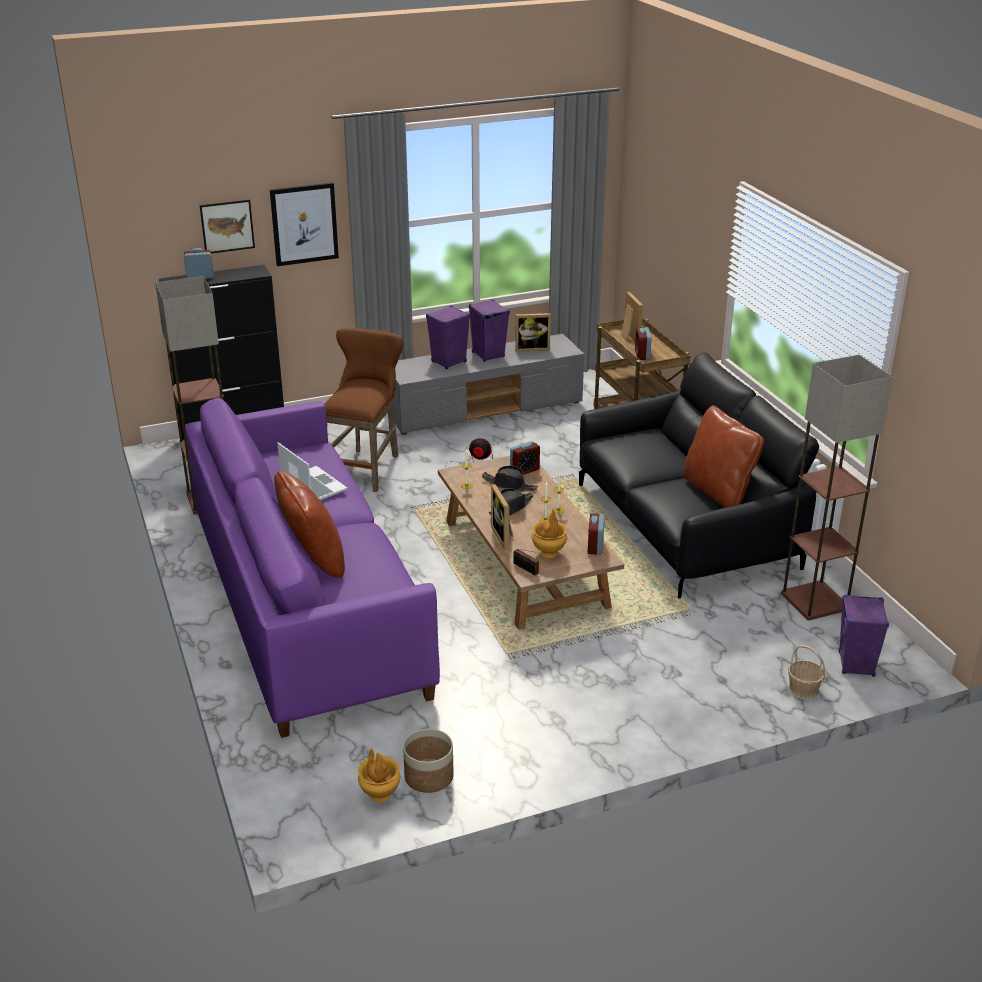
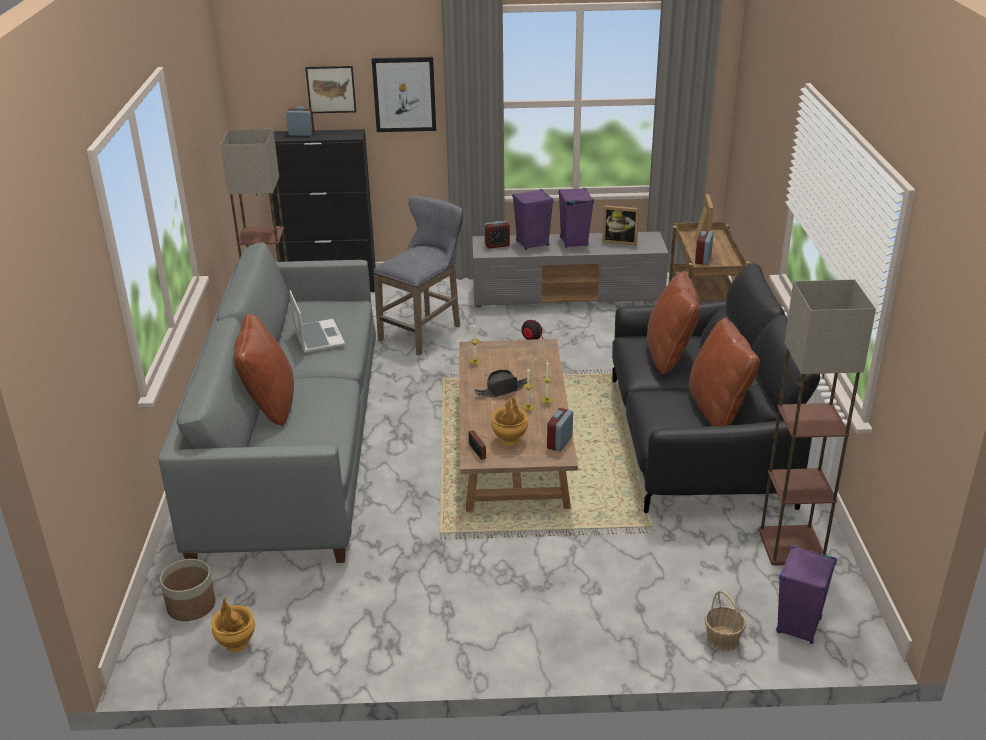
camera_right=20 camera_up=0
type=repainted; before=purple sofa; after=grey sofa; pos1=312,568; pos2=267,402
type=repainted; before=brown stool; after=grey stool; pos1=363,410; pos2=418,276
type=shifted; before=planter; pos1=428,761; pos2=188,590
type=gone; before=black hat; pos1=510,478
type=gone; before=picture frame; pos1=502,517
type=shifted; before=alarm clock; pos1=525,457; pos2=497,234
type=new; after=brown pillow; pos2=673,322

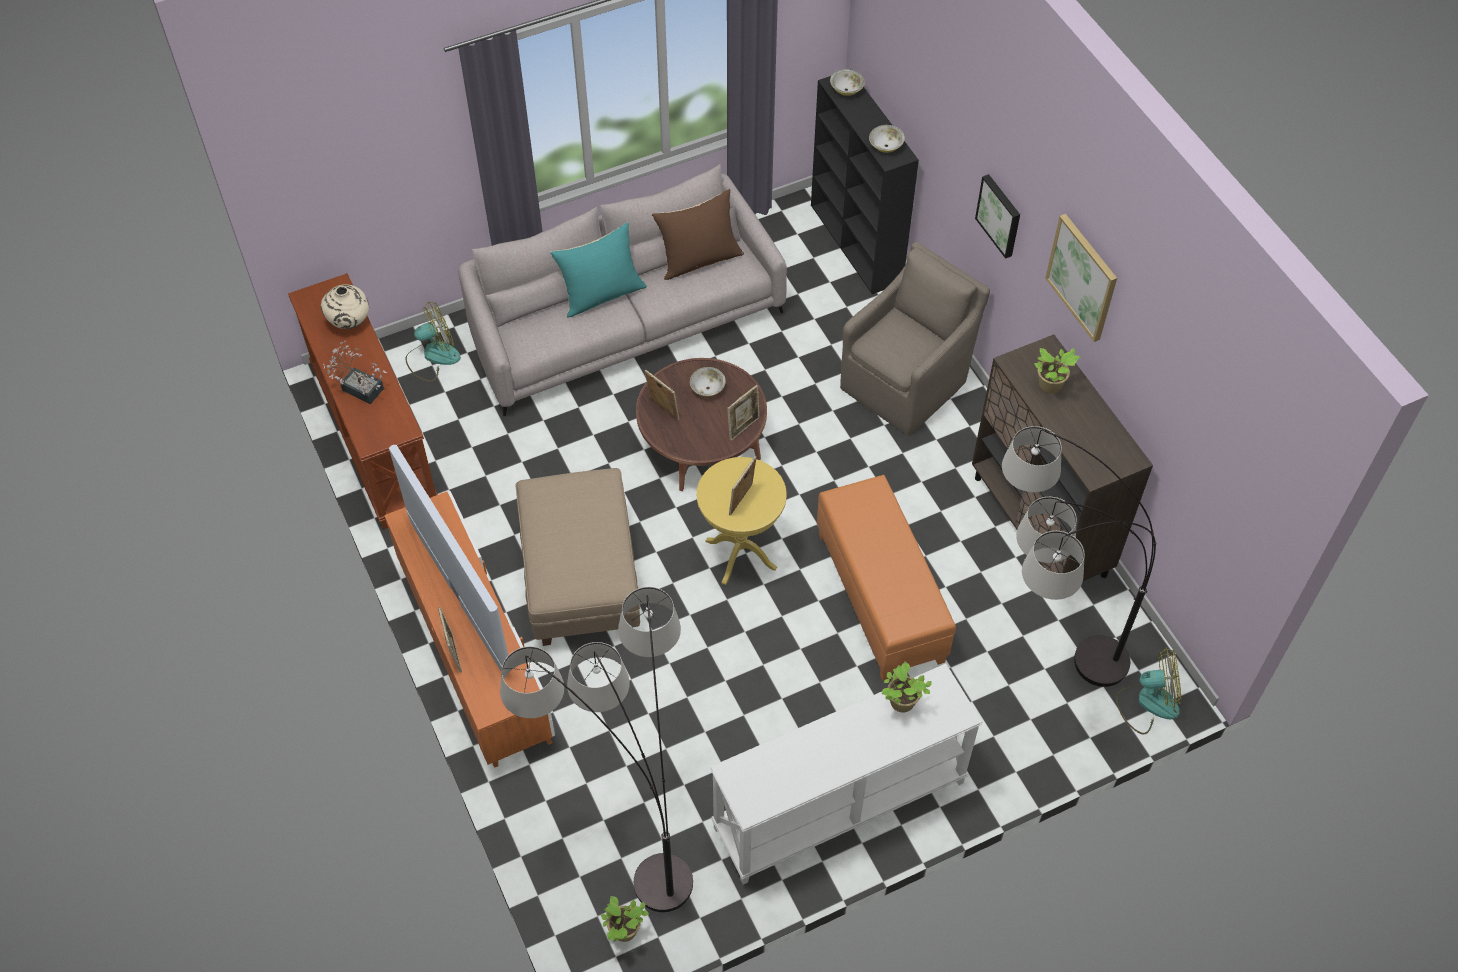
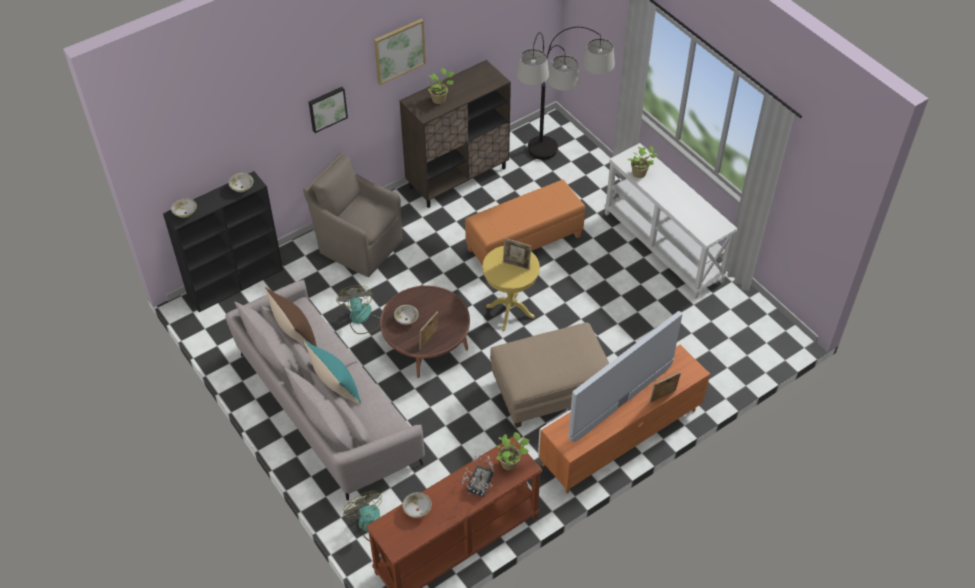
camera_right=-100 camera_up=-5
type=swapped; before=beige vase; after=bowl; pos1=345,306; pos2=417,505
type=gone; before=floor lamp; pos1=596,749
type=shifted; before=potted plant; pos1=625,919; pos2=512,451
type=gone; before=picture frame; pos1=743,413
type=shifted; before=fan; pos1=1148,690; pos2=358,310

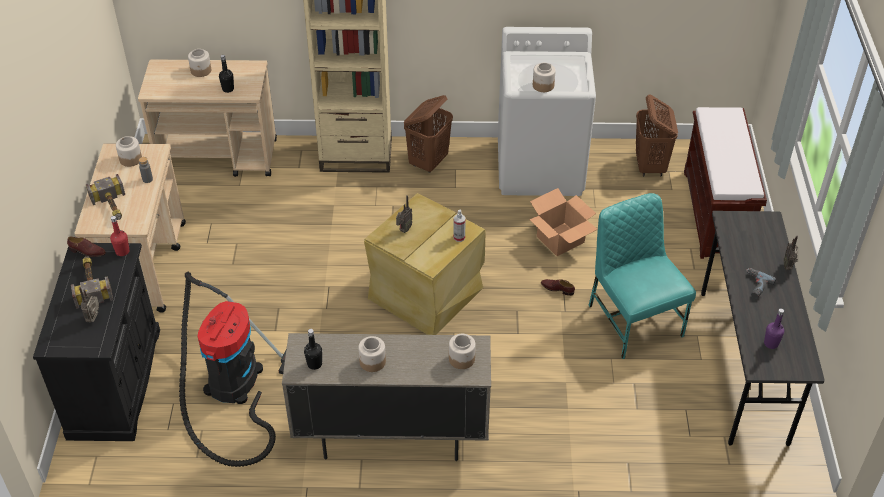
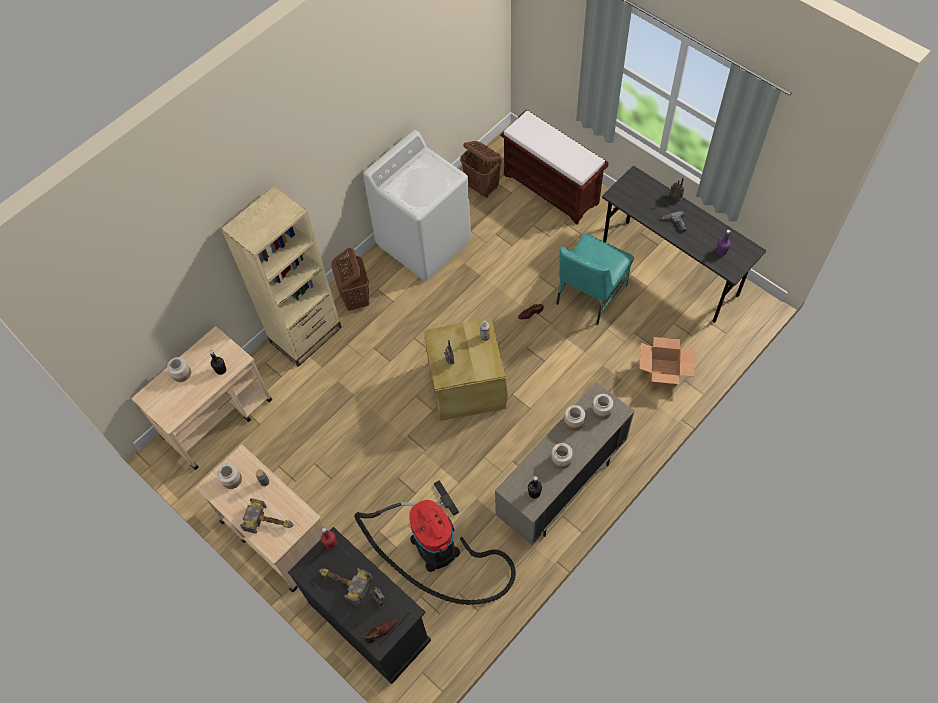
camera_right=-45 camera_up=15
type=shifted; before=brown shoe; pos1=86,247; pos2=380,631
type=shifted; before=cardboard box; pos1=563,222; pos2=667,362
type=shifted; before=jar; pos1=544,77; pos2=574,418
type=rotated; before=turquoise chair; pos1=642,276; pos2=595,279; turn=-75

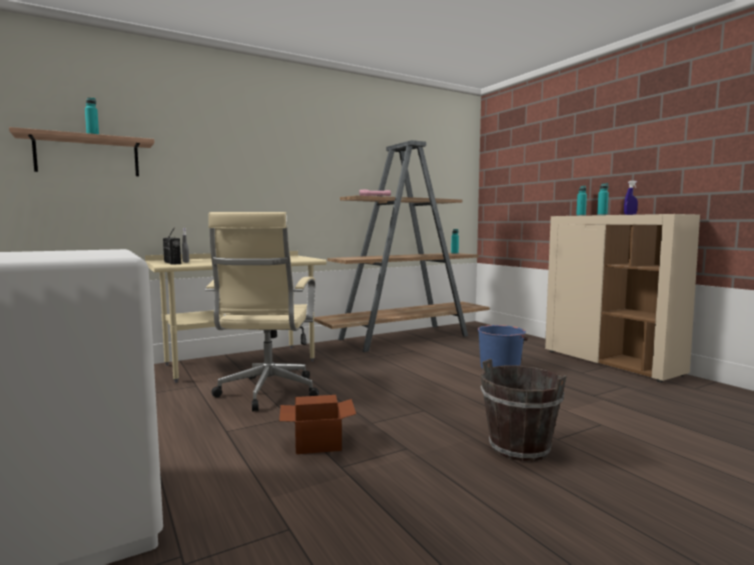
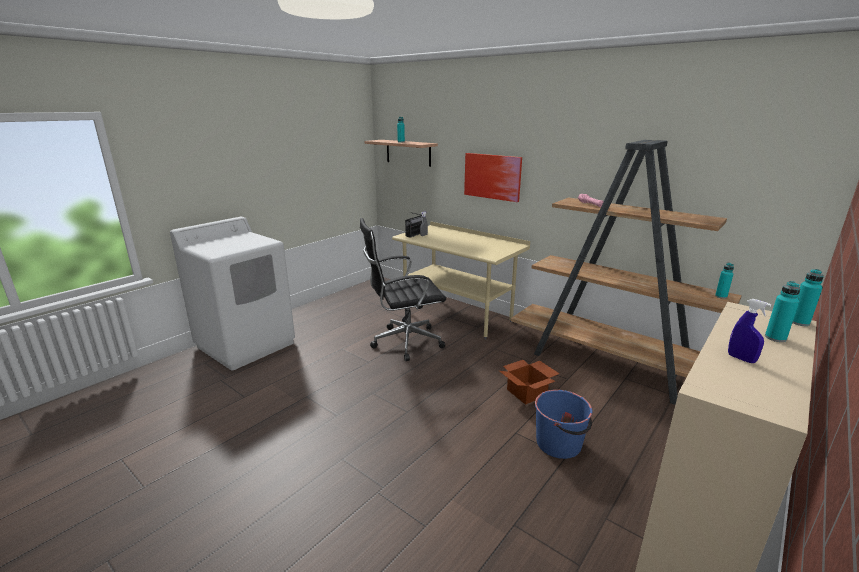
camera_right=70 camera_up=15
type=repainted; before=beige office chair; after=black office chair; pos1=262,312; pos2=403,289
type=shifted; before=cardboard box; pos1=317,424; pos2=529,382
type=gone; before=brown bucket; pos1=523,410
type=new; after=picture; pos2=493,177

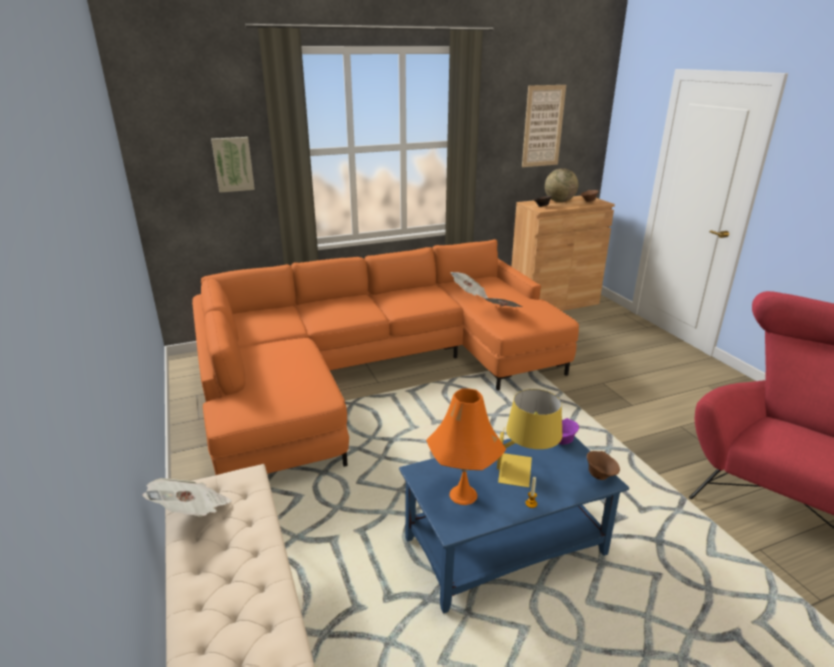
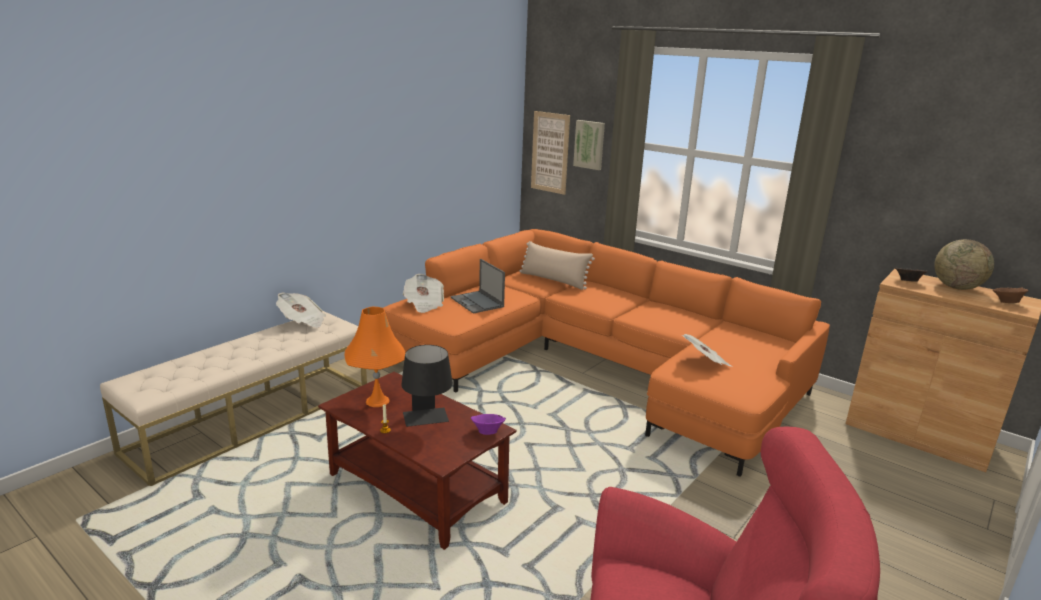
camera_right=60 camera_up=-5
type=repainted; before=blue coffee table; after=brown coffee table; pos1=514,525; pos2=417,461
type=shifted; before=newspaper; pos1=469,285; pos2=423,293
type=repainted; before=yellow table lamp; after=black table lamp; pos1=529,438; pos2=427,386
type=shifted; before=picture; pos1=544,126; pos2=550,153
type=gone; before=brown bowl; pos1=603,465
type=new; after=laptop; pos2=477,286
type=new; after=beige pillow; pos2=557,265

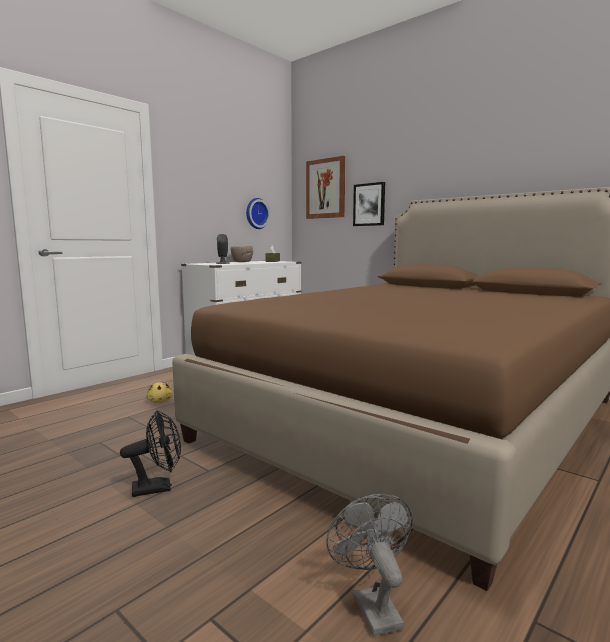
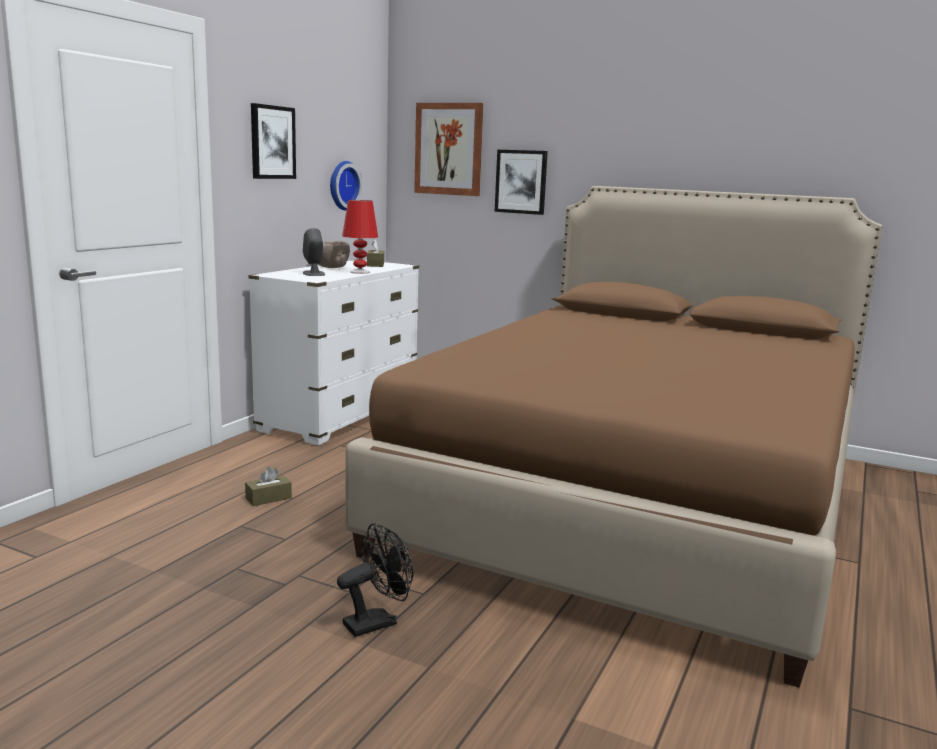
camera_right=-15 camera_up=5
type=swapped; before=yellow plush toy; after=brown tissue box; pos1=159,392; pos2=268,486
type=gone; before=grey fan; pos1=369,565
type=new; after=picture; pos2=273,141
type=new; after=red table lamp; pos2=360,237

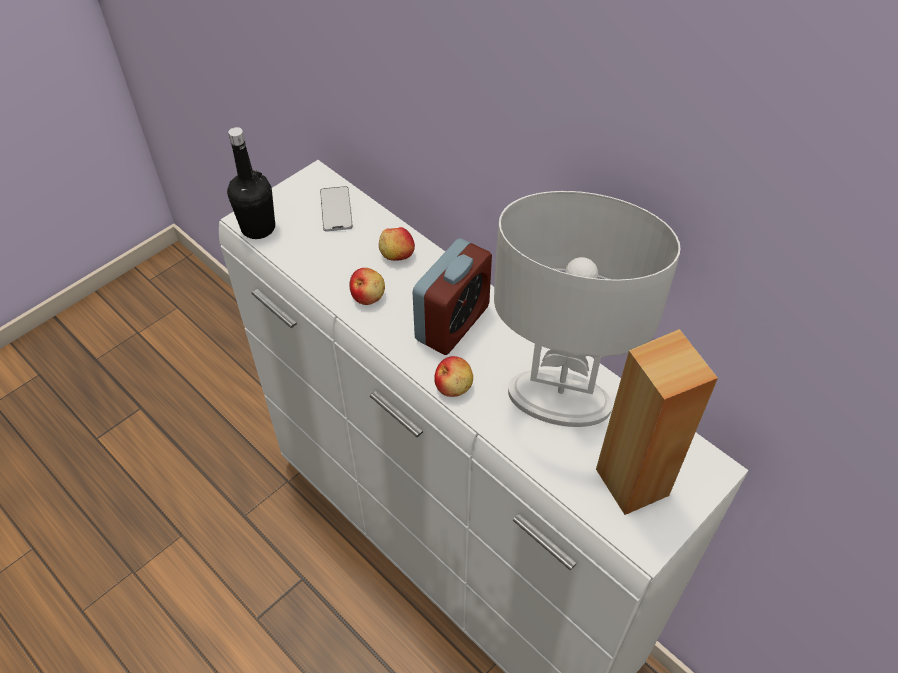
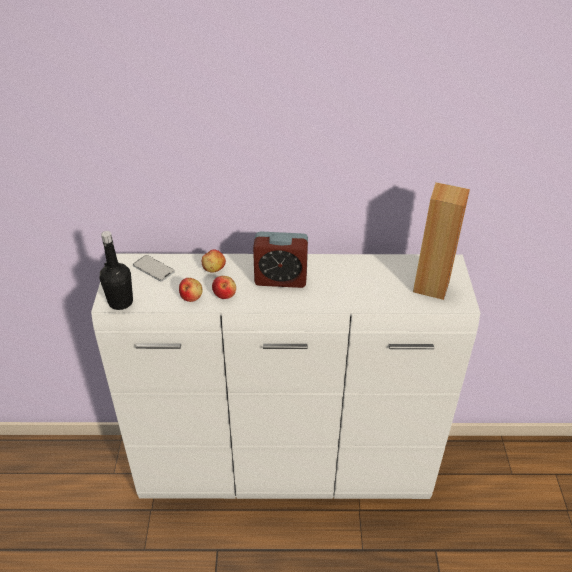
camera_right=-45 camera_up=-10
type=rotated; before=alarm clock; pos1=452,296; pos2=280,260; turn=105
type=shifted; before=apple; pos1=453,376; pos2=191,290
type=gone; before=white table lamp; pos1=587,309

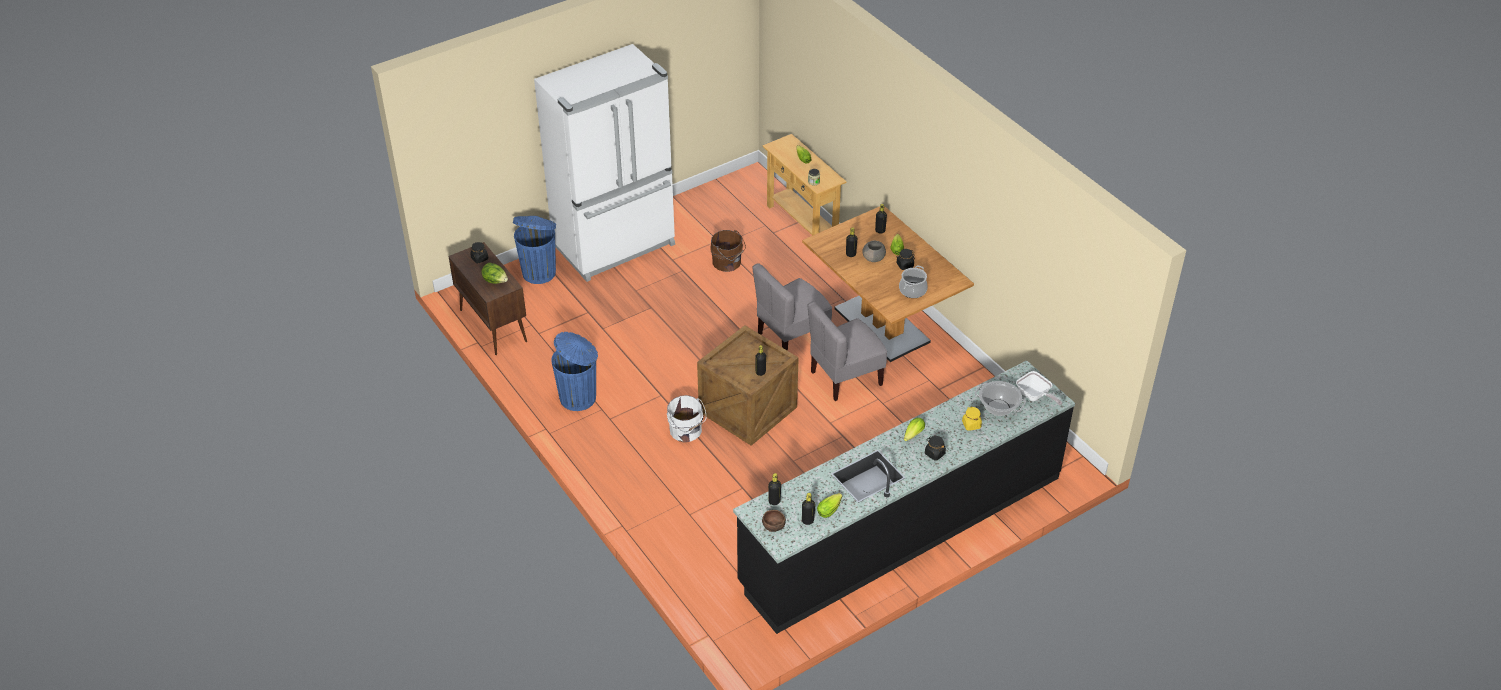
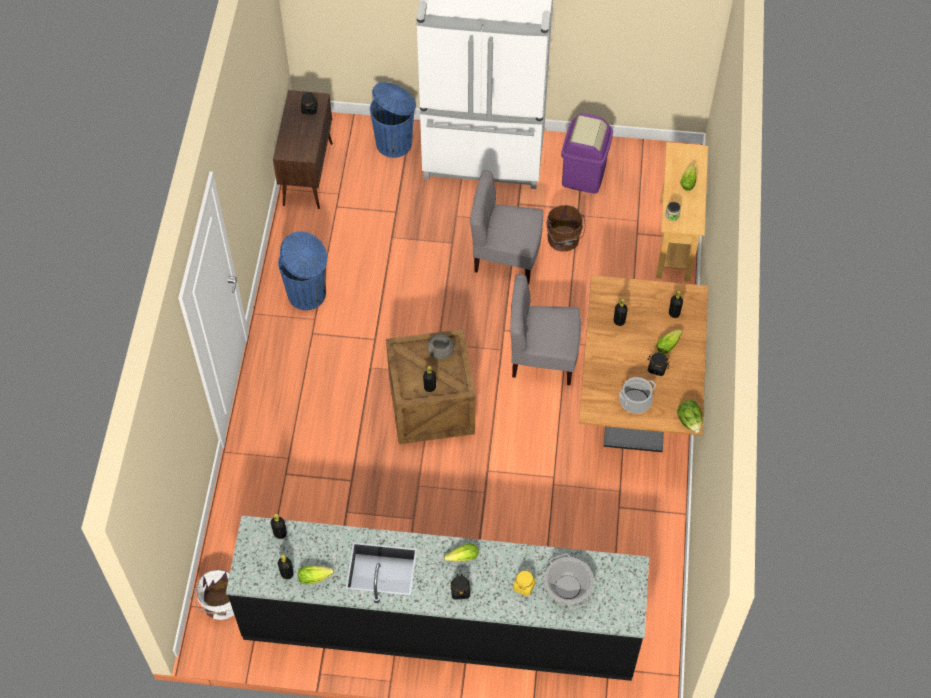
camera_right=40 camera_up=15
type=shifted; before=lettuce; pos1=494,273; pos2=690,416
type=shifted; before=white bucket; pos1=686,418; pos2=214,595
type=gone; before=brown bowl; pos1=774,521
type=shifted; before=grey chair; pos1=847,351; pos2=506,227
type=shifted; before=grey bowl; pos1=874,251; pos2=440,347
type=gone; before=frying pan; pos1=1039,388
type=new; after=purple trash can; pos2=587,153

